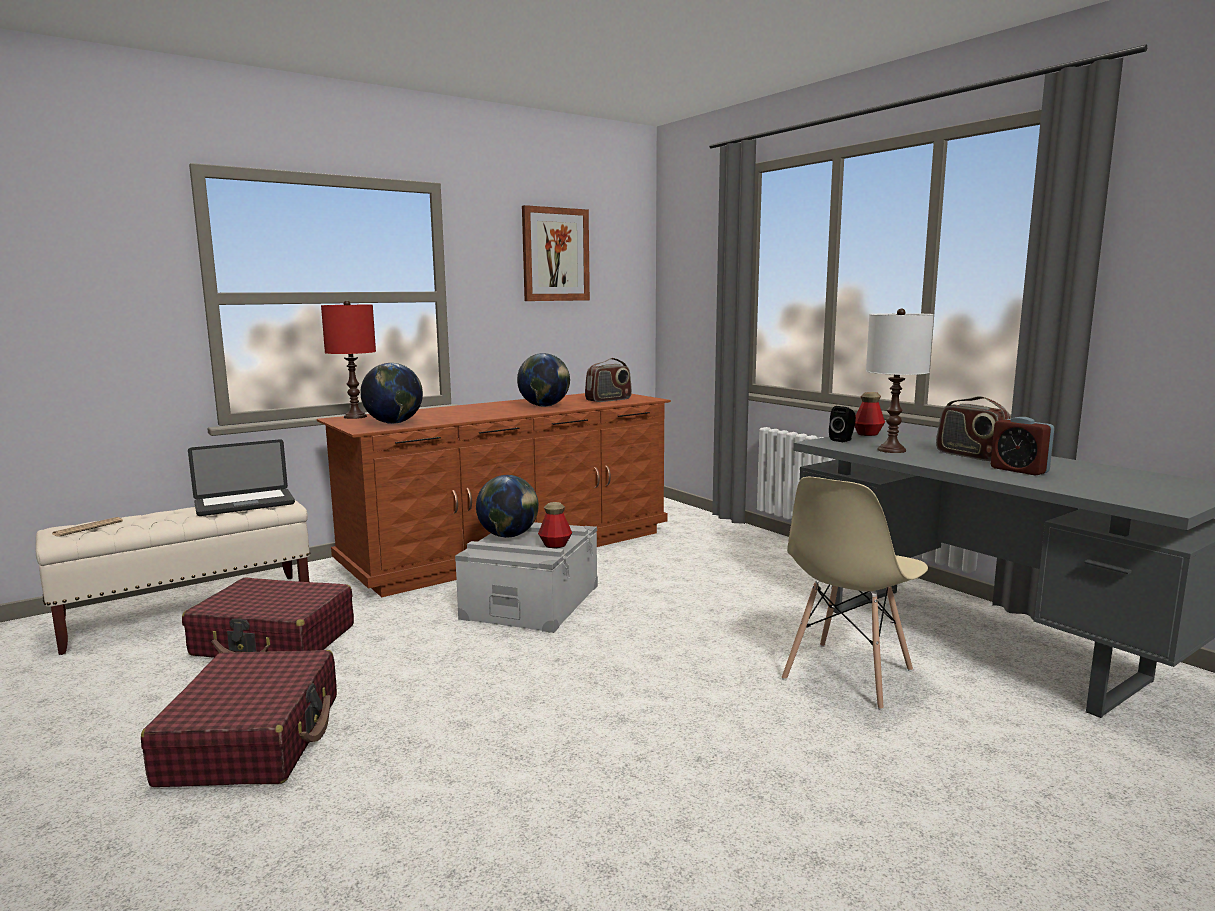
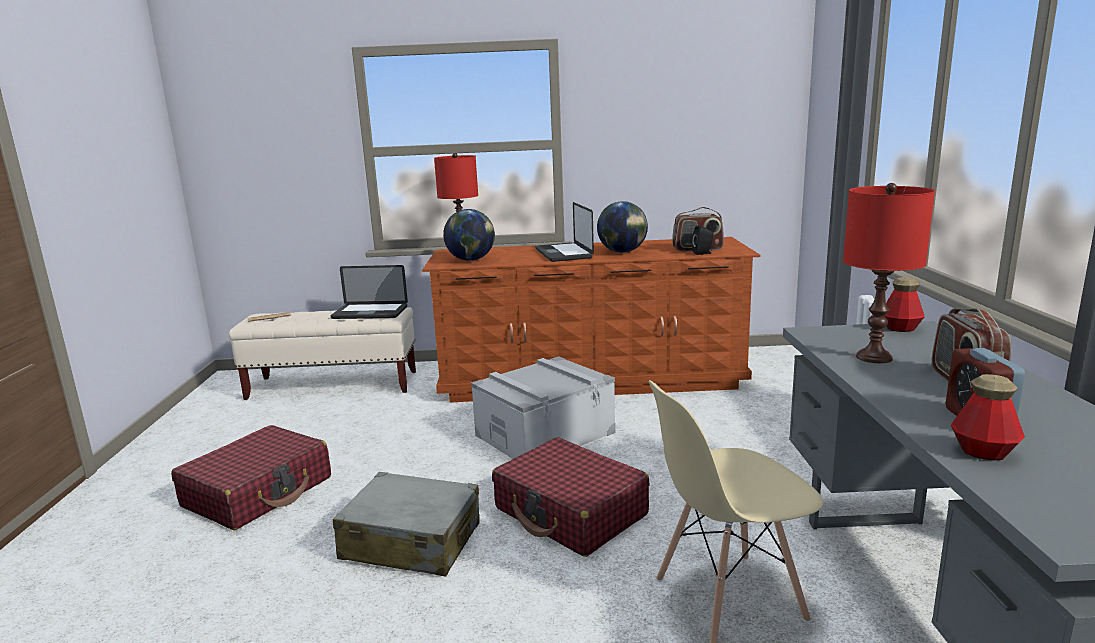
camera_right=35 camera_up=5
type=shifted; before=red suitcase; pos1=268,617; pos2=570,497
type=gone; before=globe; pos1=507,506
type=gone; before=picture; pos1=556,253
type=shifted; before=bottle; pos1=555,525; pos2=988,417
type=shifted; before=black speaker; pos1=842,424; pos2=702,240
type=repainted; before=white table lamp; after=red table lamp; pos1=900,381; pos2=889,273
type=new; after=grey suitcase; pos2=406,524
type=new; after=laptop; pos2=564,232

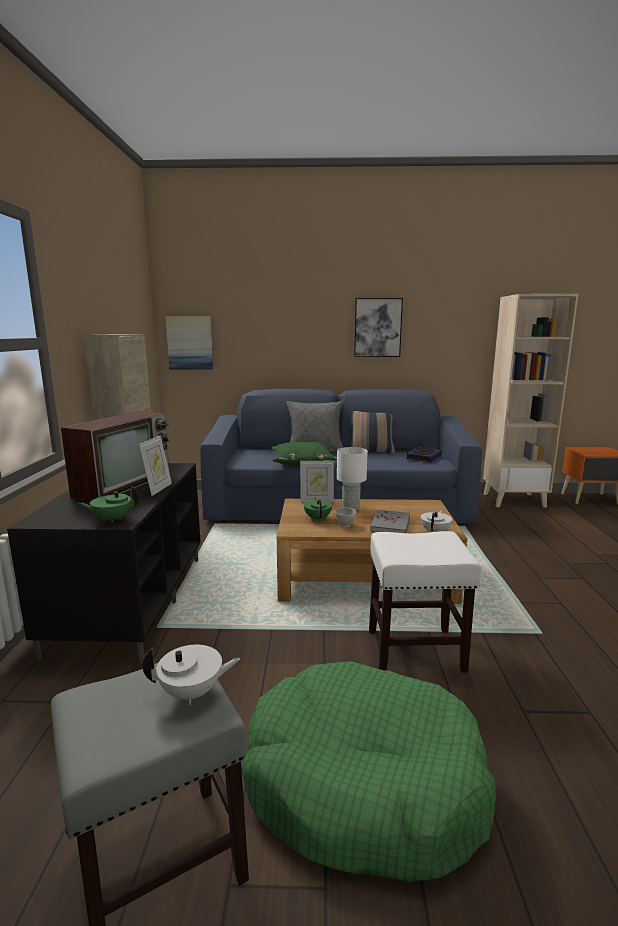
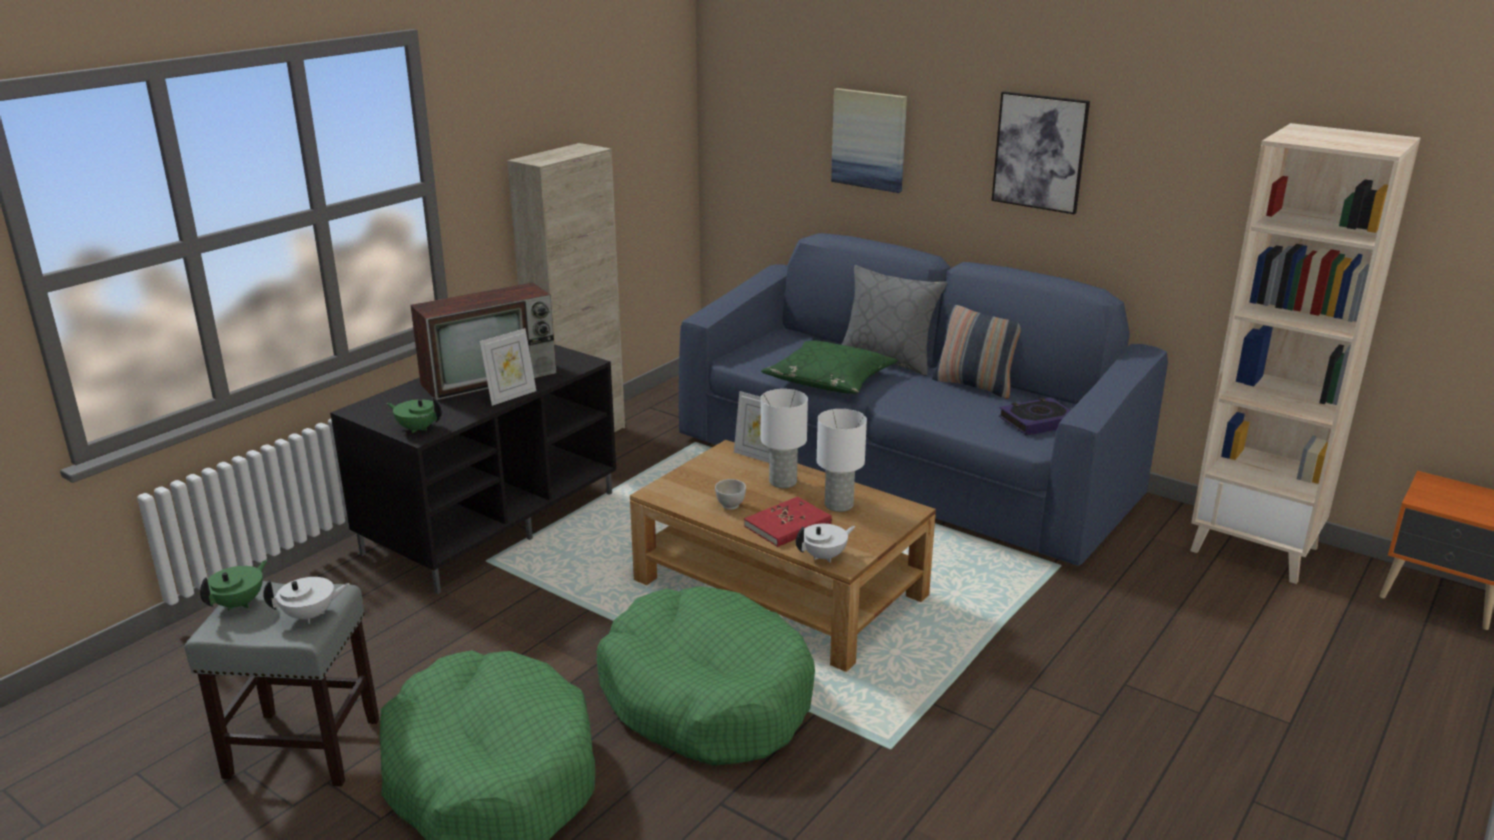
camera_right=35 camera_up=10
type=rotated; before=white teapot; pos1=191,674; pos2=306,600; turn=-45
type=shifted; before=picture; pos1=189,342; pos2=869,140
type=shifted; before=green teapot; pos1=318,509; pos2=233,585
type=swapped; before=white stool; after=green dog bed; pos1=425,602; pos2=706,676
type=repainted; before=grey book; after=red book; pos1=390,521; pos2=788,522
type=new; after=white table lamp; pos2=842,460

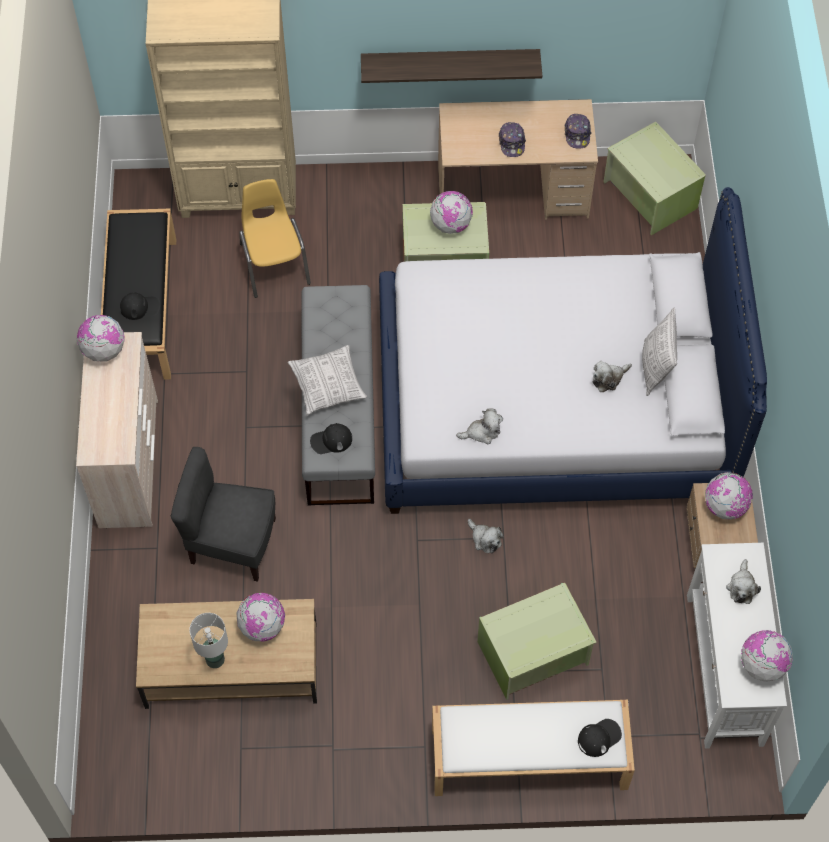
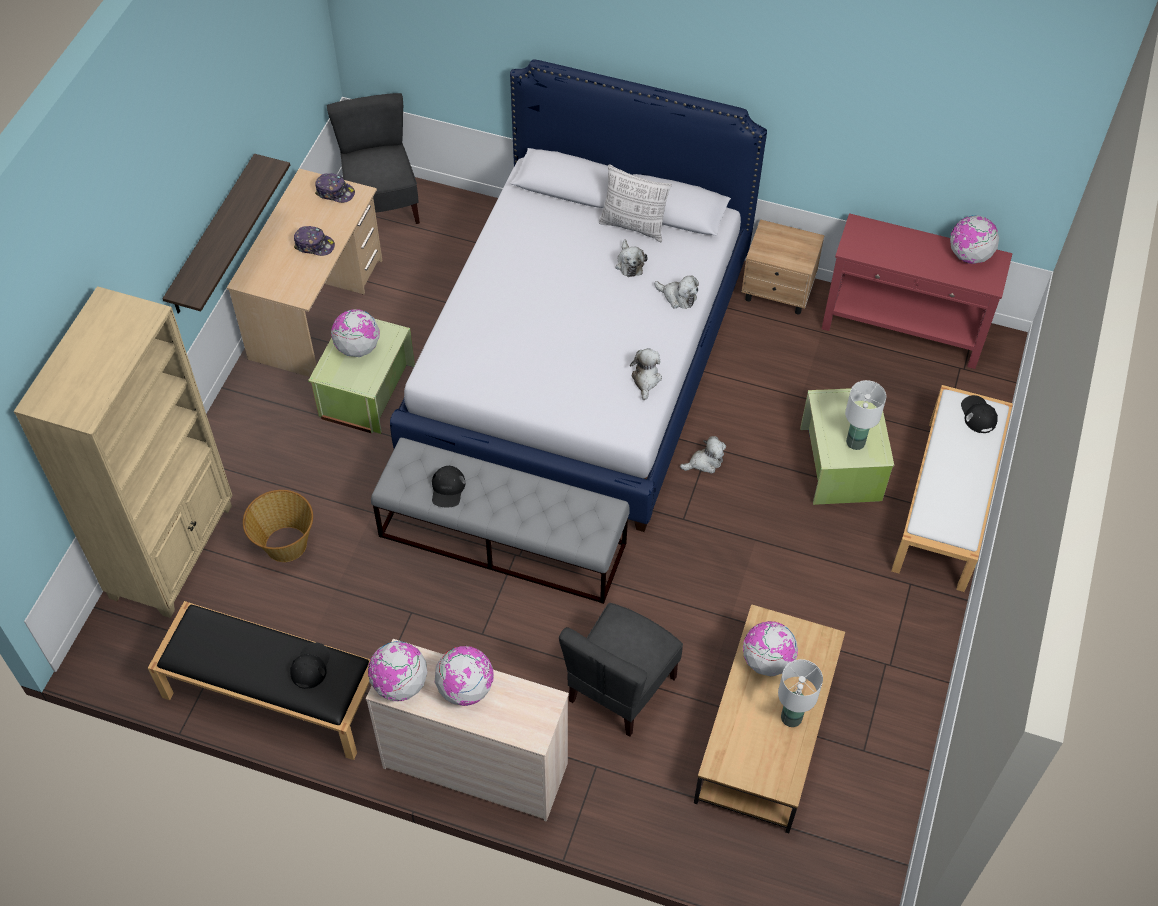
camera_right=-70 camera_up=-5
type=swapped; before=yellow chair; after=basket; pos1=275,238; pos2=278,526
type=gone; before=pillow; pos1=327,380
type=shifted; before=black cap; pos1=331,438; pos2=448,487
type=swapped; before=green storage box; after=grey chair; pos1=654,178; pos2=373,158
type=repainted; before=white console table; after=red console table; pos1=737,646; pos2=917,291
type=shifted; before=globe; pos1=729,496; pos2=464,676
type=shifted; before=plush toy; pos1=743,581; pos2=676,292
type=new; after=white table lamp; pos2=865,415

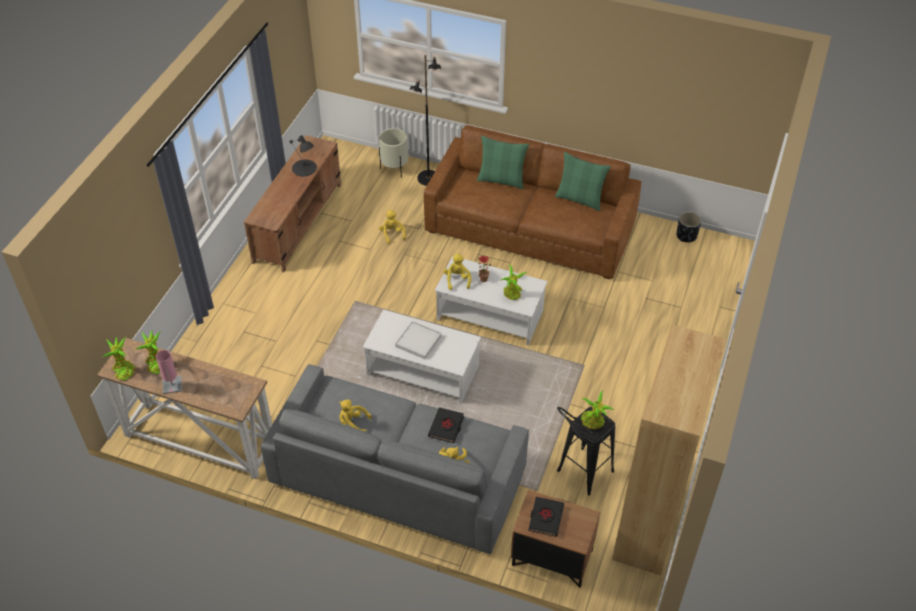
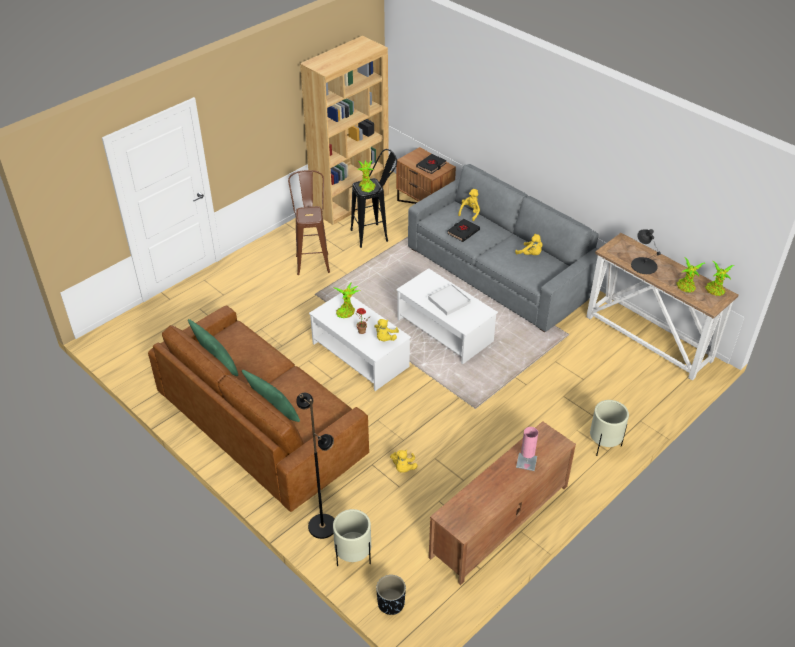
camera_right=-155 camera_up=-5
type=shifted; before=pink table lamp; pos1=169,372; pos2=527,449
type=shifted; before=black table lamp; pos1=303,155; pos2=646,251
type=shifted; before=black planter; pos1=688,227; pos2=391,595
type=new; after=brown stool; pos2=309,222
type=new; after=beige planter; pos2=609,428

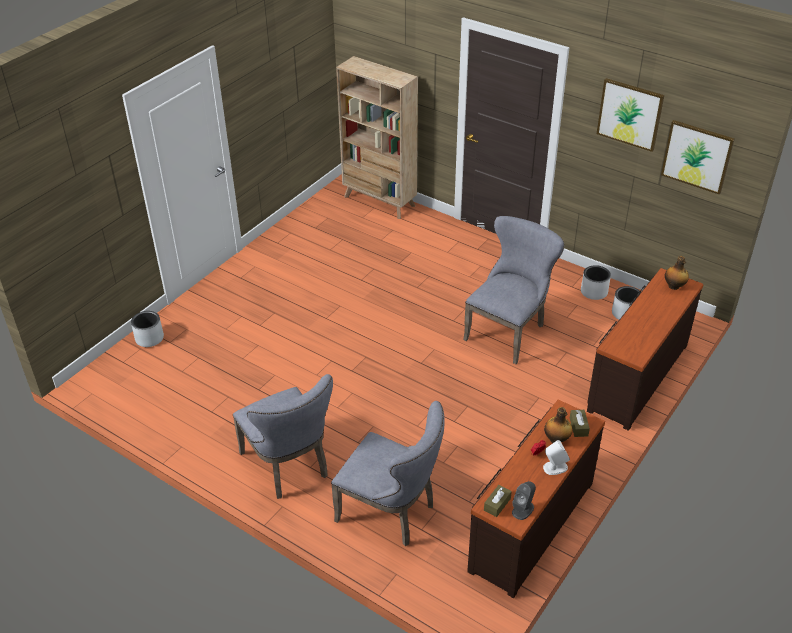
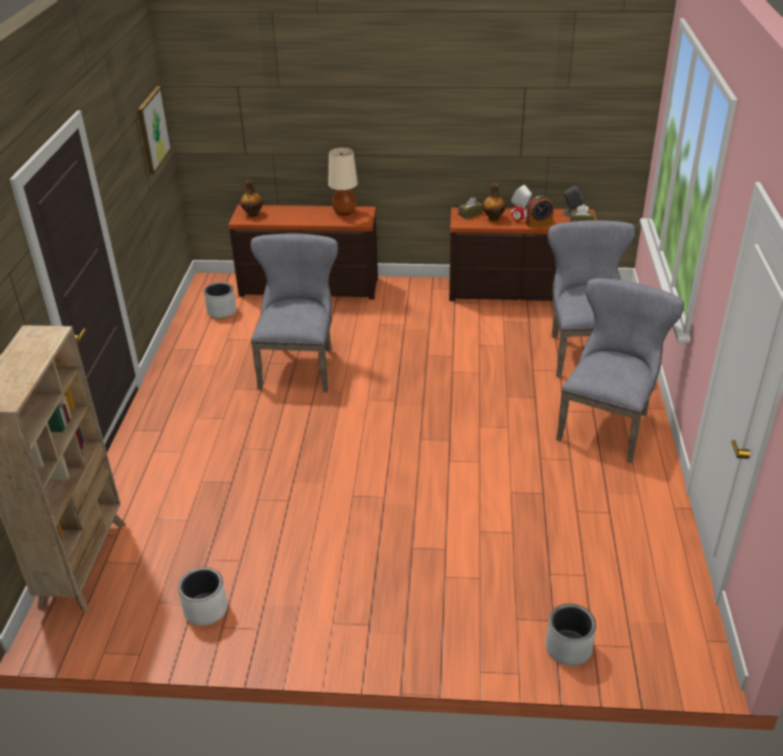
camera_right=-120 camera_up=-5
type=rotated; before=grey chair; pos1=513,290; pos2=294,313; turn=90
type=shifted; before=white planter; pos1=596,282; pos2=203,596
type=gone; before=picture; pos1=630,115
type=new; after=beige table lamp; pos2=343,181
type=new; after=alarm clock; pos2=540,211

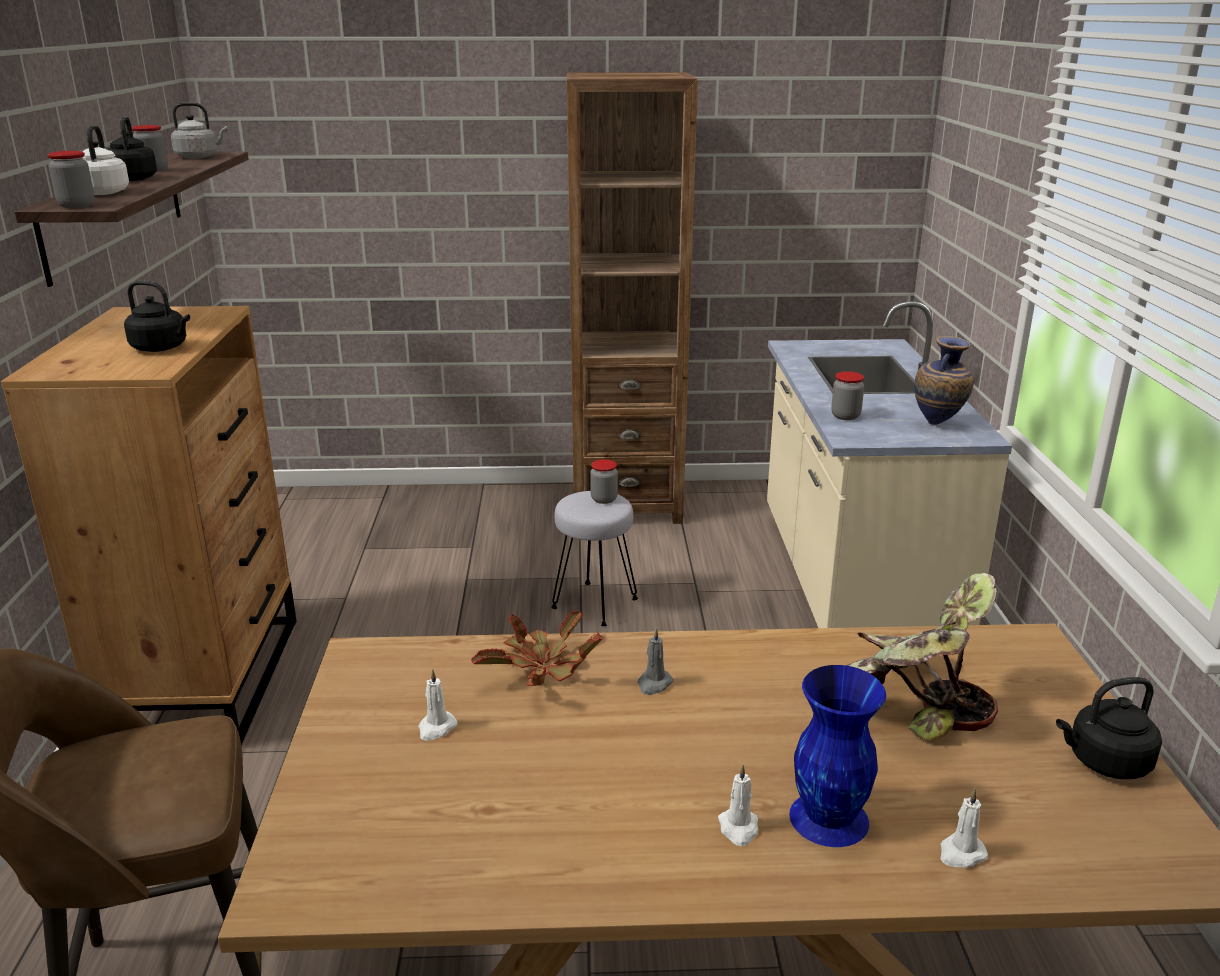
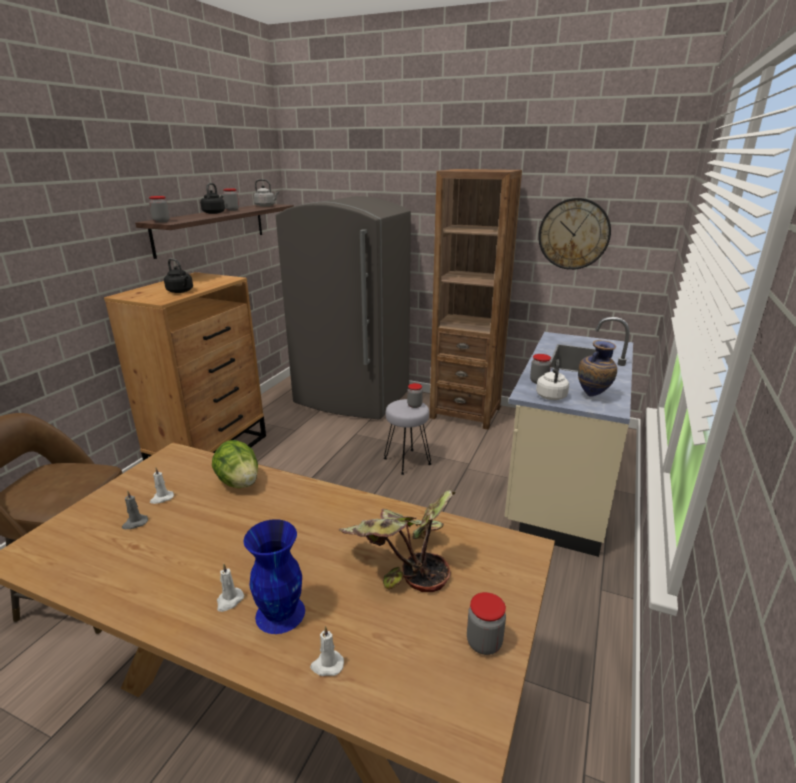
camera_right=25 camera_up=0
type=shifted; before=white kettle; pos1=105,160; pos2=552,379
type=swapped; before=potted plant; after=lettuce; pos1=537,648; pos2=235,464
type=shifted; before=grey candle; pos1=656,661; pos2=135,509
type=swapped; before=black kettle; after=jar; pos1=1109,728; pos2=486,623
type=new; after=grey fridge; pos2=343,307
type=new; after=wall clock; pos2=574,234

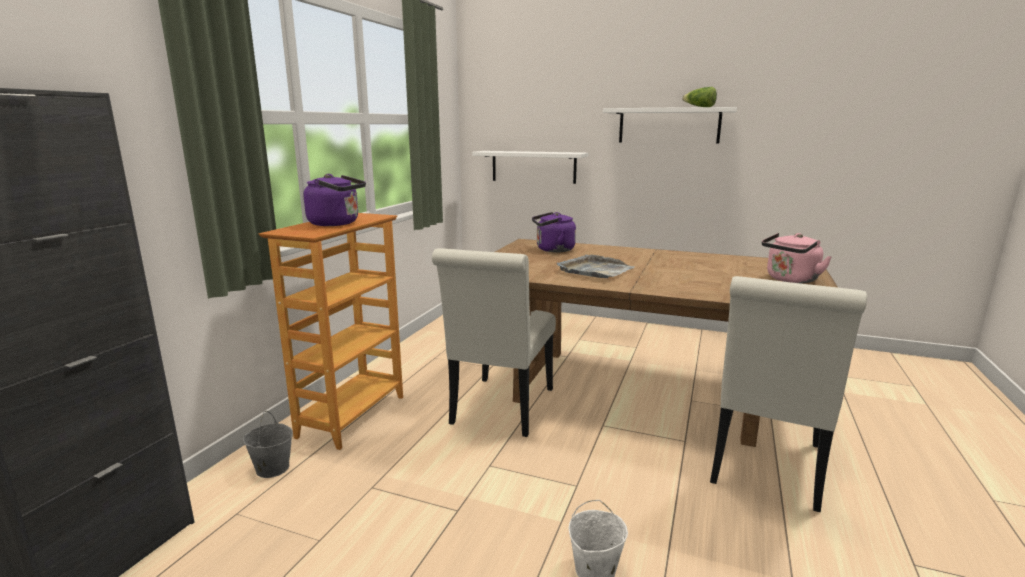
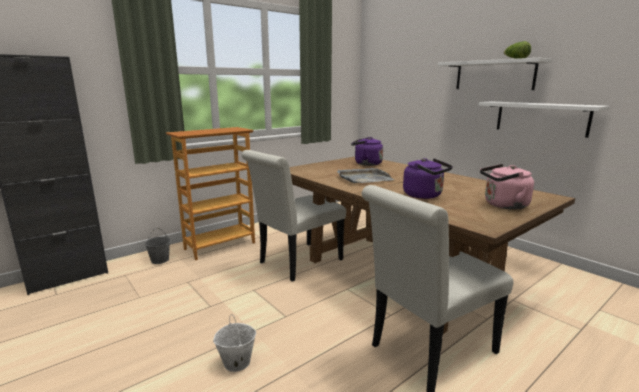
camera_right=30 camera_up=0
type=shifted; before=purple kettle; pos1=335,200; pos2=428,178
type=shifted; before=white shelf; pos1=530,167; pos2=543,119

